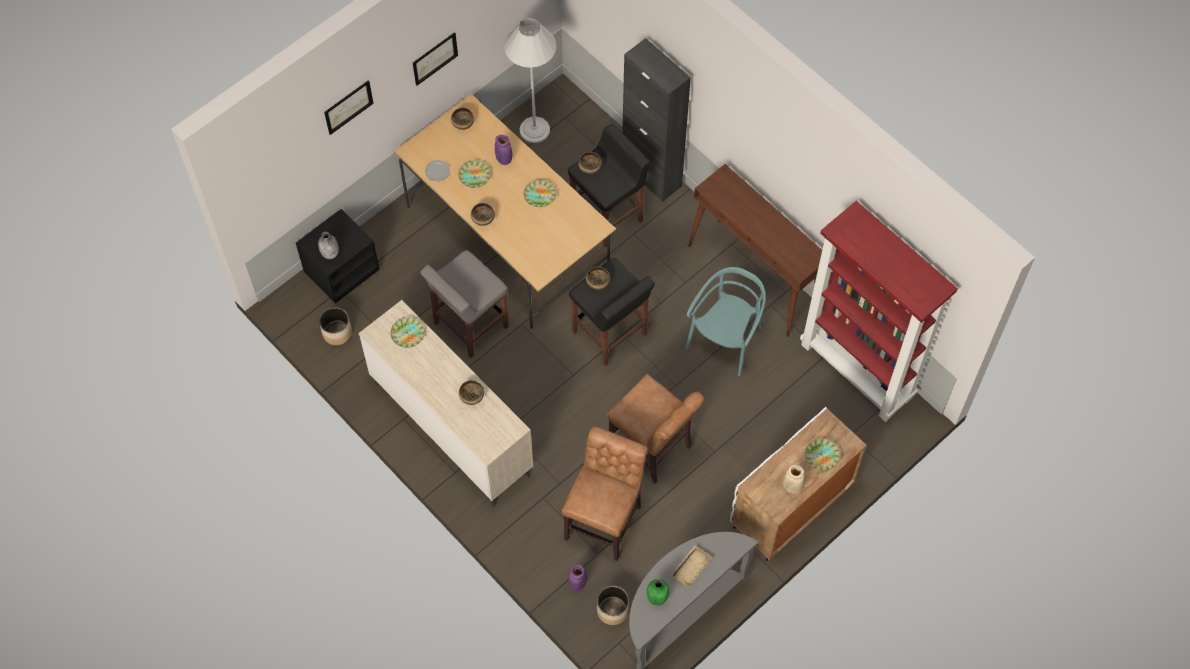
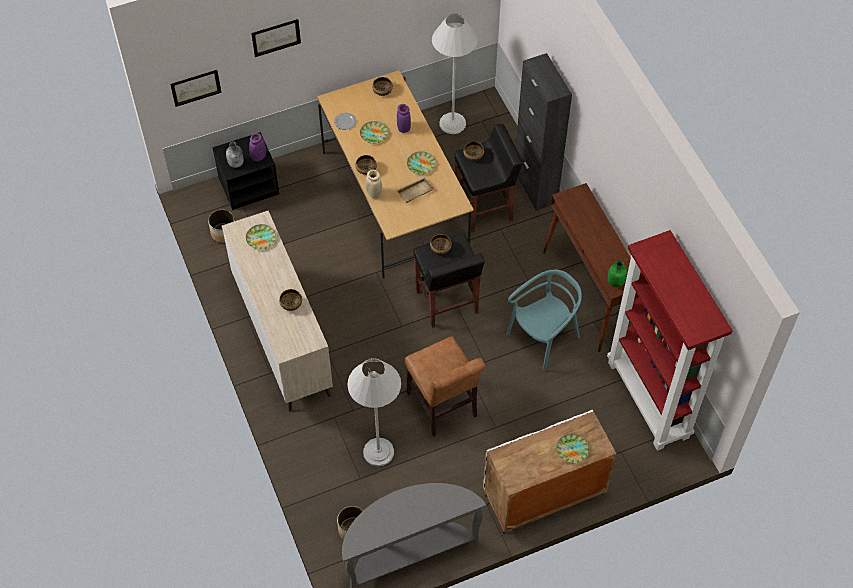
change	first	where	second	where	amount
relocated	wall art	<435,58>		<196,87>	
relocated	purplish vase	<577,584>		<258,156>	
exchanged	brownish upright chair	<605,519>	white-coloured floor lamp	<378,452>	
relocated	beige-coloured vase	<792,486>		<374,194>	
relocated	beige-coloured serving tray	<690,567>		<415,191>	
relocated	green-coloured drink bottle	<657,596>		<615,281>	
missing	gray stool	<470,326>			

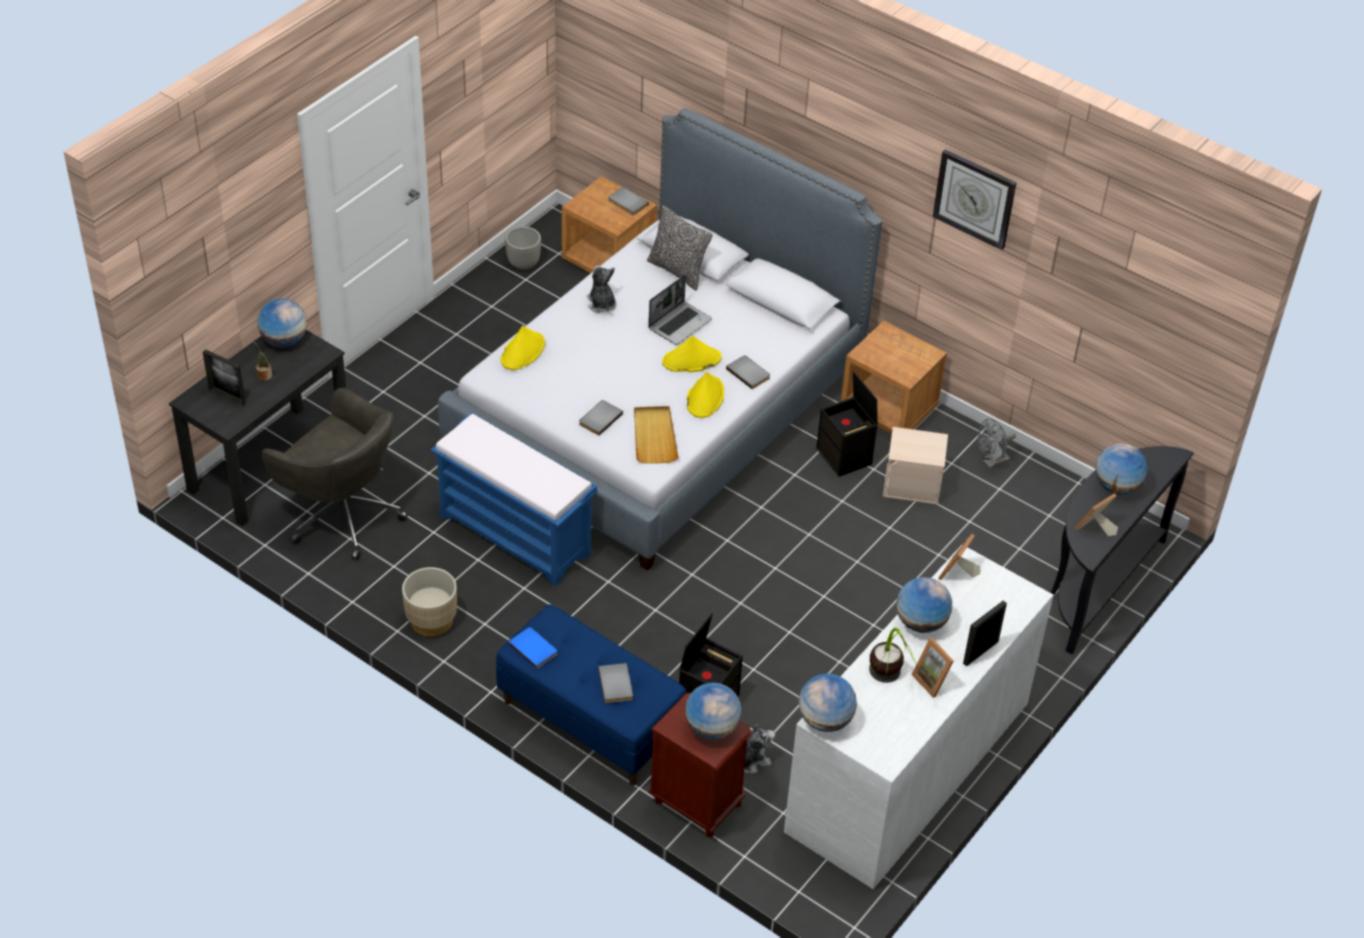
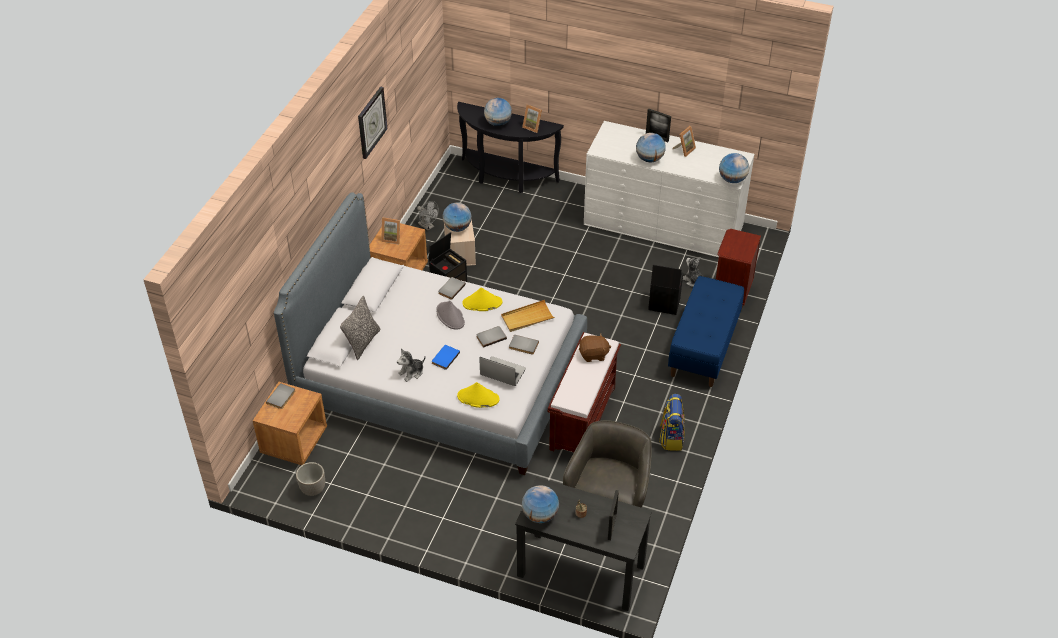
change	first	where	second	where	amount
relocated	picture frame	<957,573>		<392,238>	
relocated	blue-coloured book	<534,648>		<444,357>	
colour	yellow-coloured clothing hat	<691,360>	gray clothing hat	<450,316>	
relocated	globe	<712,728>		<457,228>	
relocated	gray book	<617,684>		<490,337>	
relocated	laptop	<679,323>		<502,372>	
colour	blue-coloured indoor bench	<516,535>	brownish indoor bench	<582,417>	
appeared			brownish cuddly toy	<593,355>	
exchanged	beige-coloured flower pot	<431,620>	knapsack	<671,437>	
missing	plant in a pot	<886,685>			

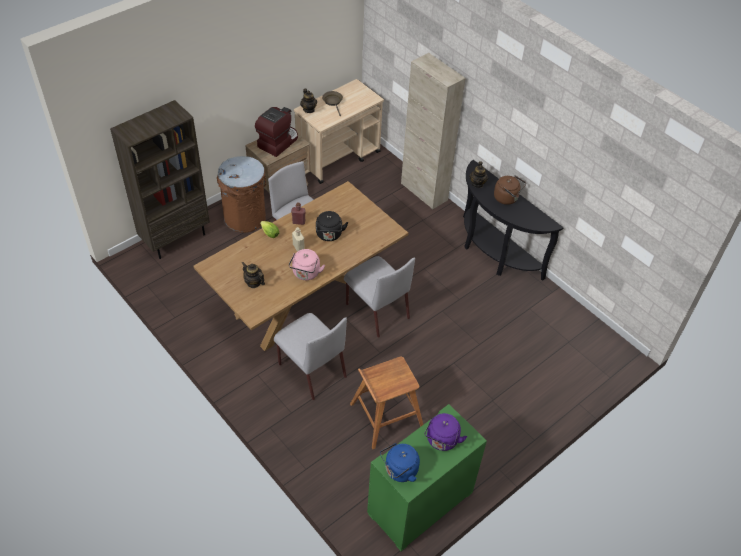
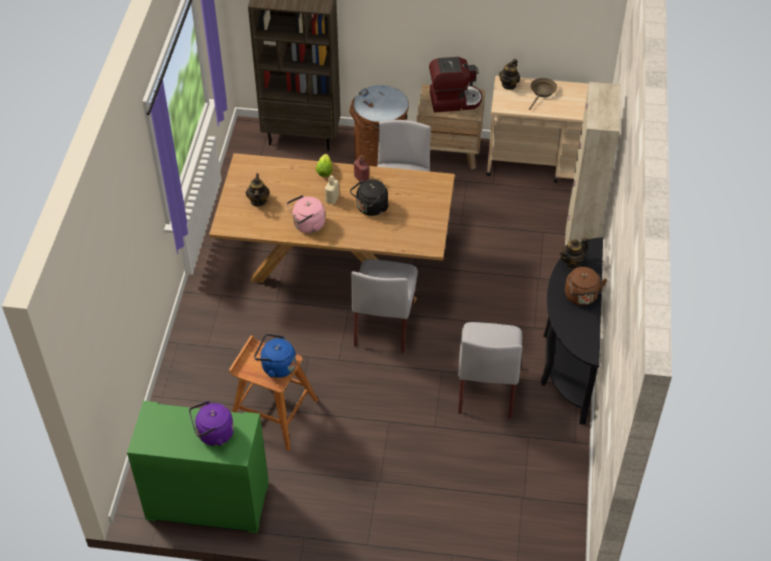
change	first	where	second	where	amount
relocated	blue-coloured kettle	<399,471>		<276,366>	
relocated	gray upright chair	<311,369>		<486,387>	

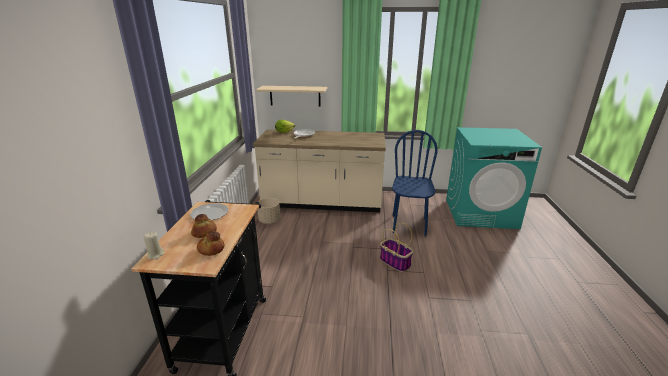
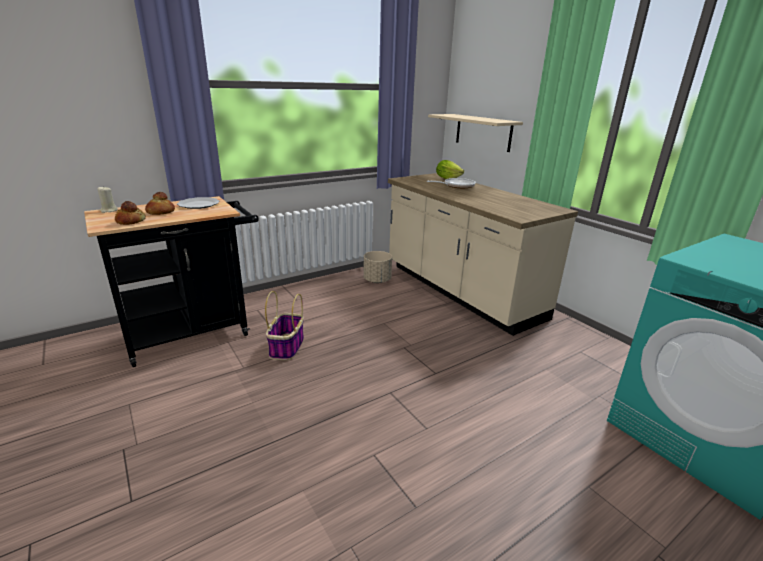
change	first	where	second	where	amount
relocated	household basket	<395,262>		<287,347>	
missing	blue-coloured upright chair	<409,225>			

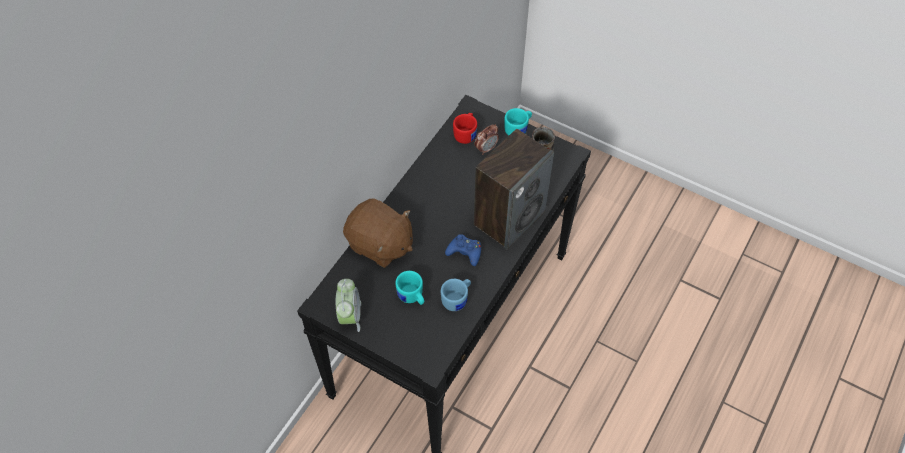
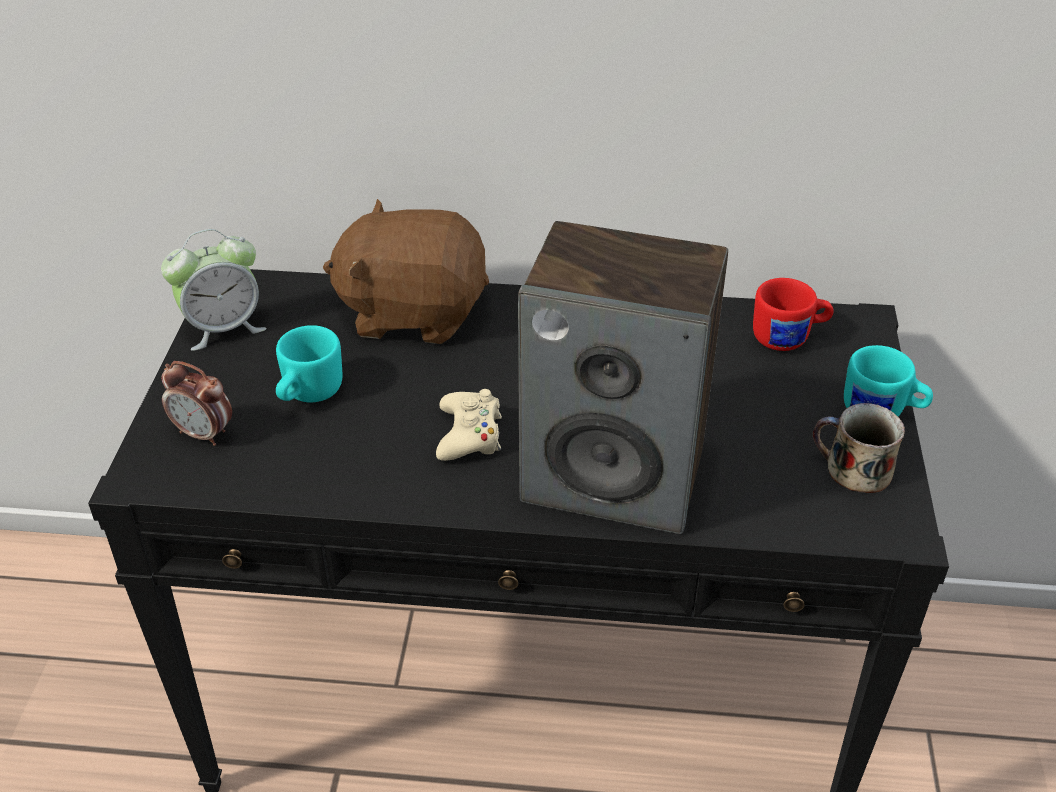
change	first	where	second	where	amount
relocated	table clock	<486,149>		<204,434>	
spun	brownish cuddly toy	<380,245>		<413,312>	90 degrees clockwise
colour	blue-coloured joypad	<465,252>	beige-coloured joypad	<469,435>	
missing	blue-coloured tea mug	<457,299>			

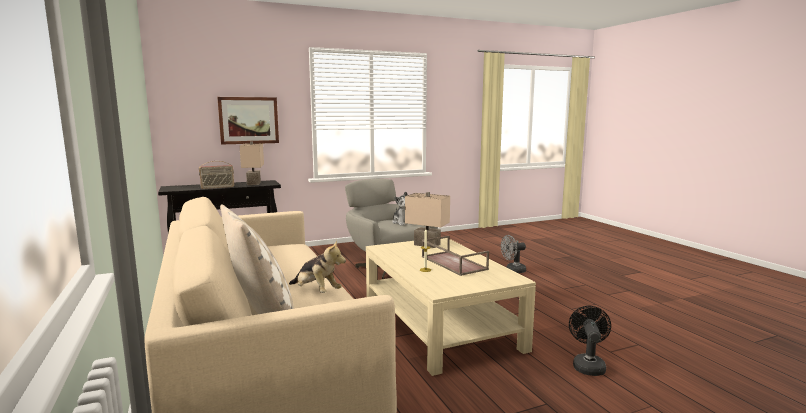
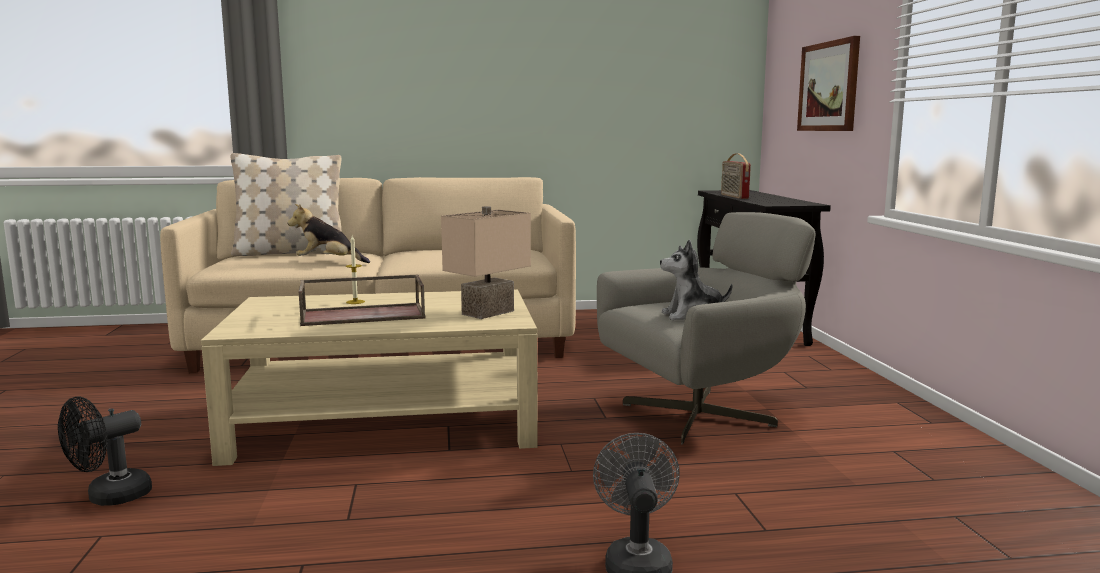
change	first	where	second	where	amount
spun	black fan	<587,365>		<110,497>	105 degrees clockwise
spun	cuddly toy	<316,291>		<328,262>	45 degrees clockwise
missing	beige-coloured table lamp	<253,183>			

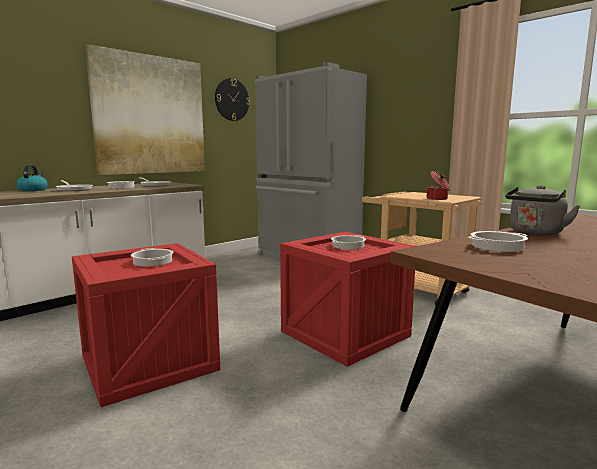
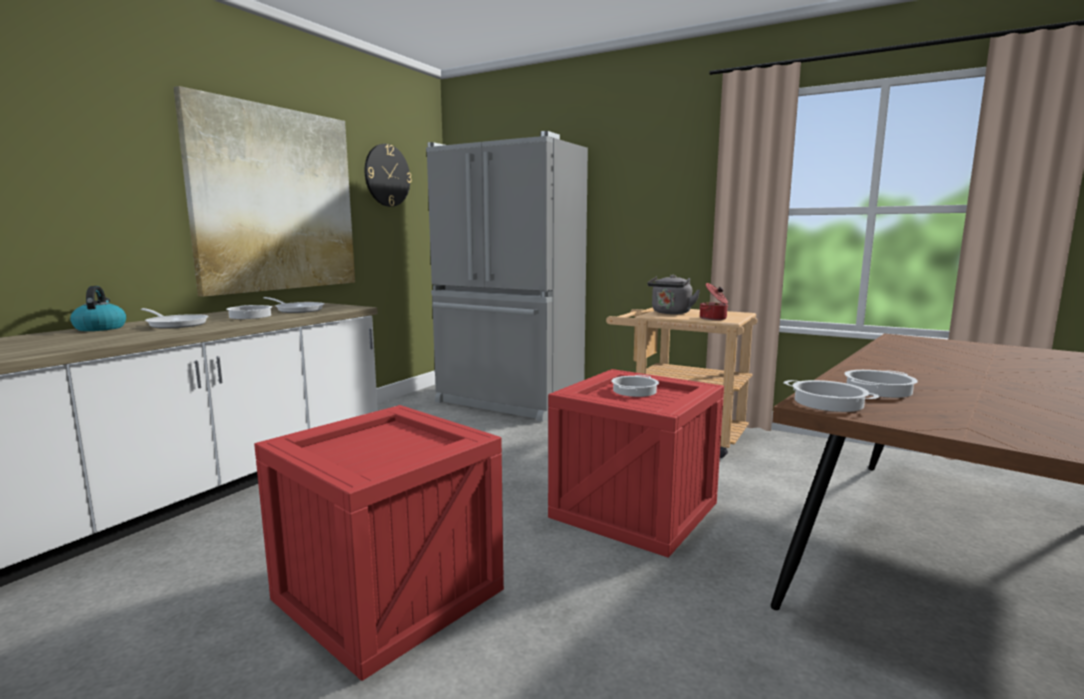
change	first	where	second	where	amount
relocated	gray kettle	<535,233>		<670,313>	
relocated	cooking pot	<153,261>		<829,402>	

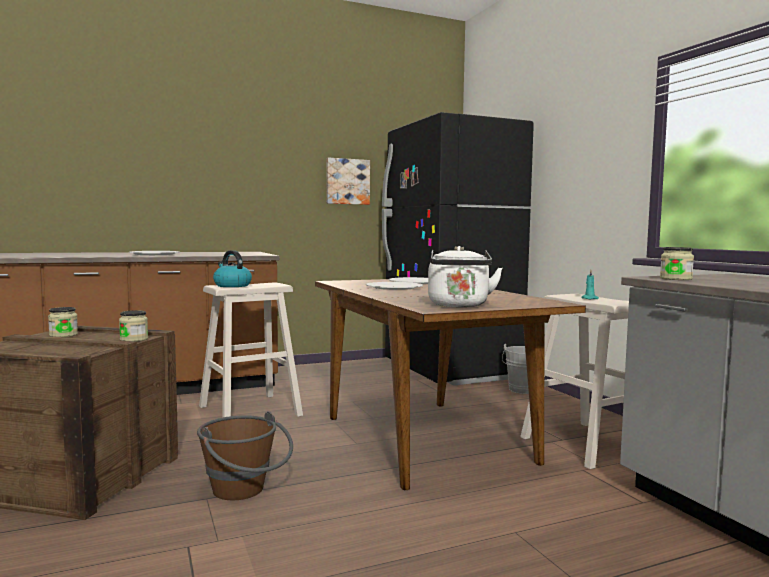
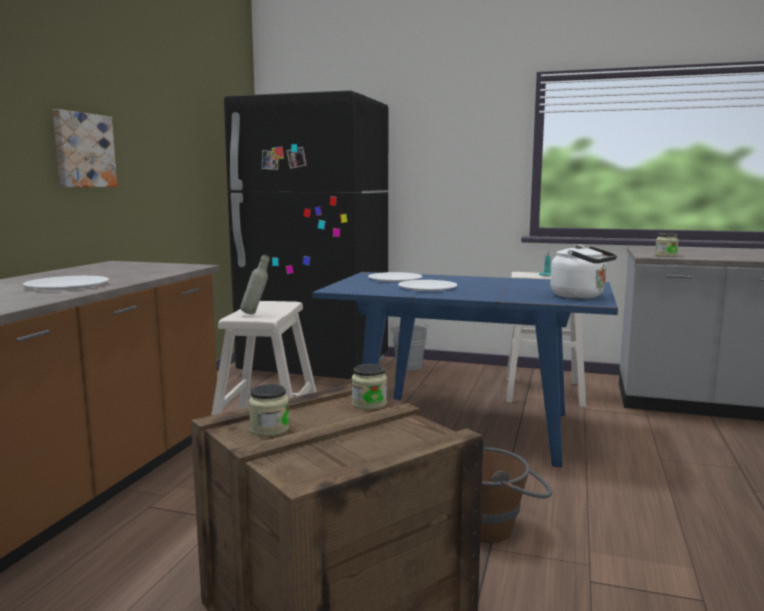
change	first	where	second	where	amount
relocated	wall art	<347,181>		<83,150>	
exchanged	kettle	<232,285>	gray drink bottle	<256,314>	
colour	brownish kitchen table	<424,438>	blue-coloured kitchen table	<464,427>	

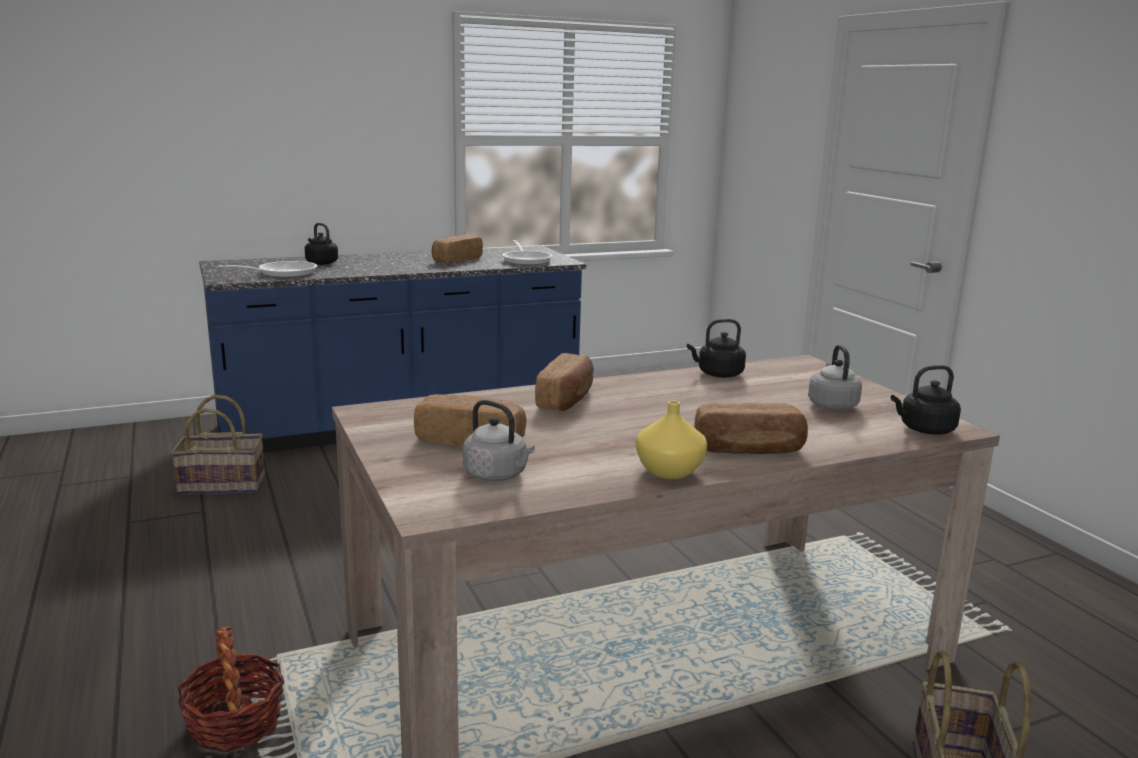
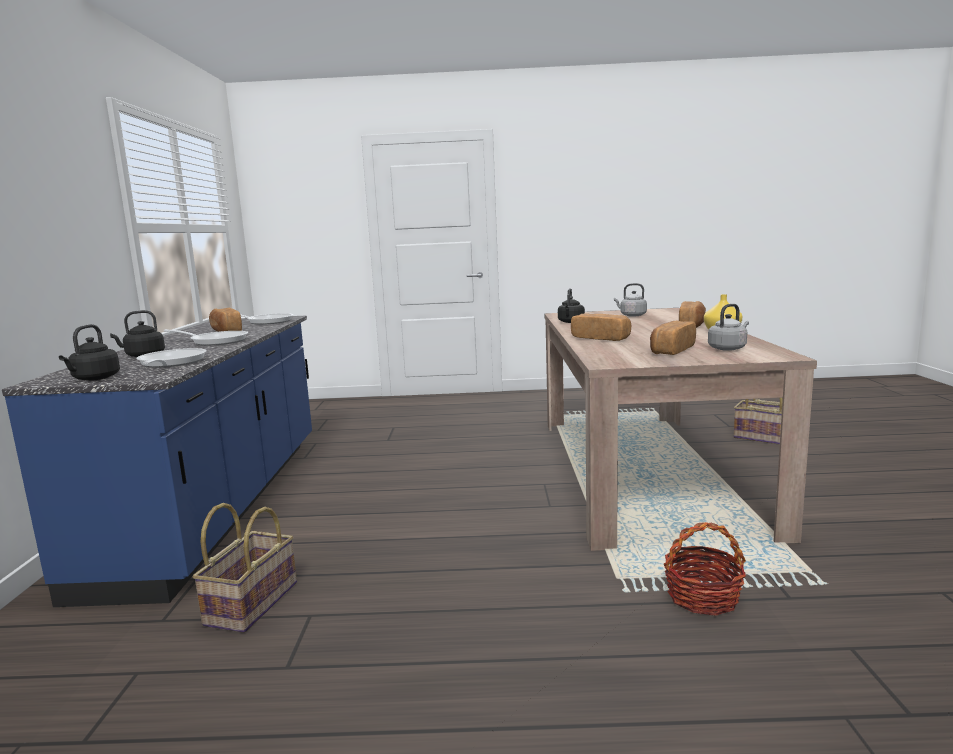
change	first	where	second	where	amount
relocated	black kettle	<924,430>		<94,379>	
appeared			pan	<215,341>	

